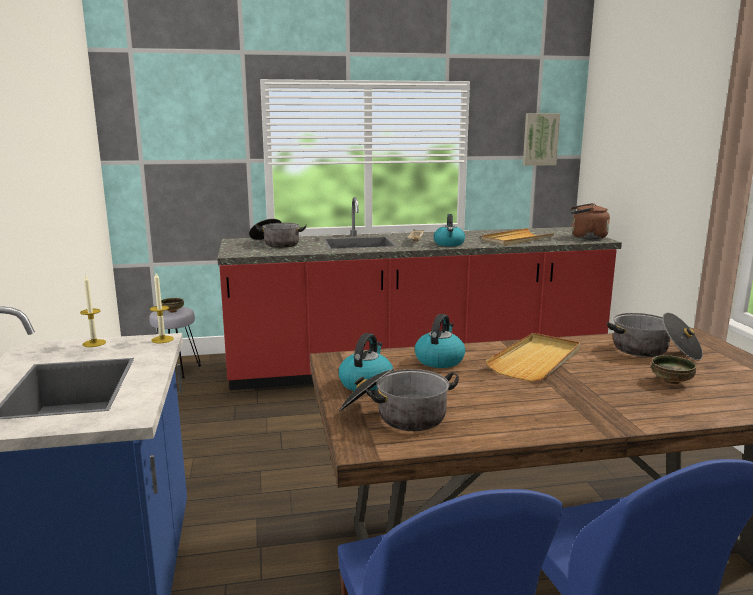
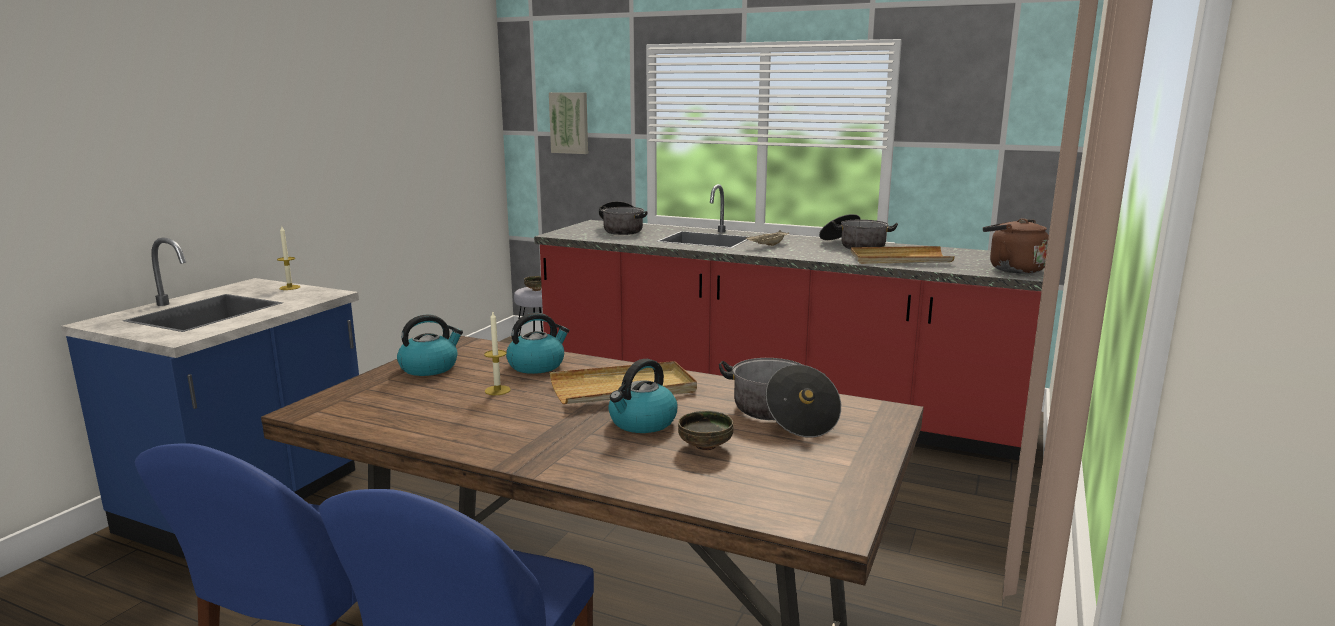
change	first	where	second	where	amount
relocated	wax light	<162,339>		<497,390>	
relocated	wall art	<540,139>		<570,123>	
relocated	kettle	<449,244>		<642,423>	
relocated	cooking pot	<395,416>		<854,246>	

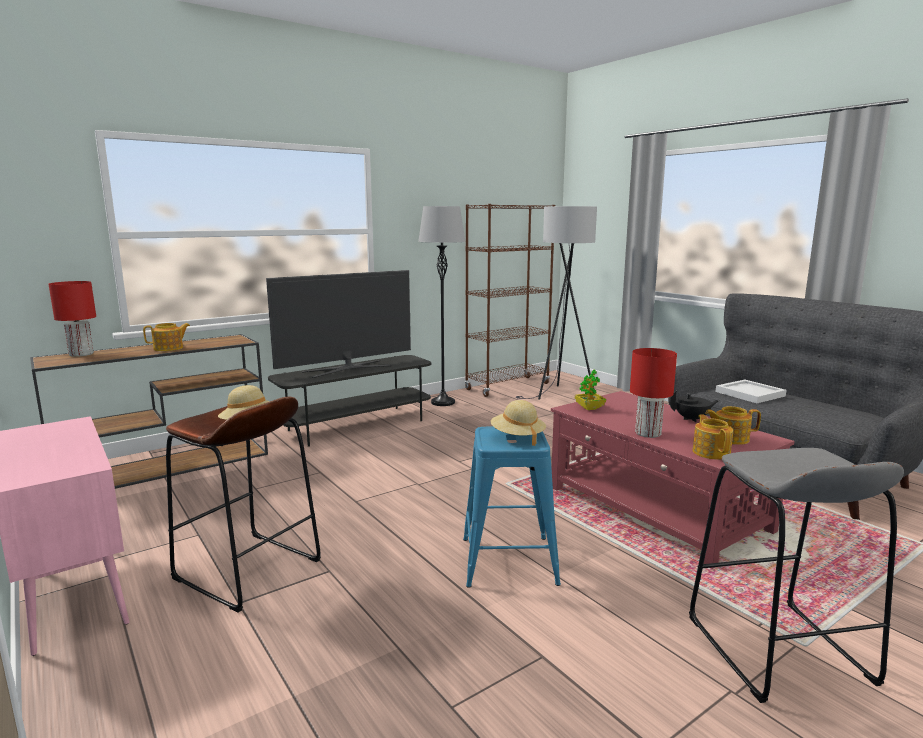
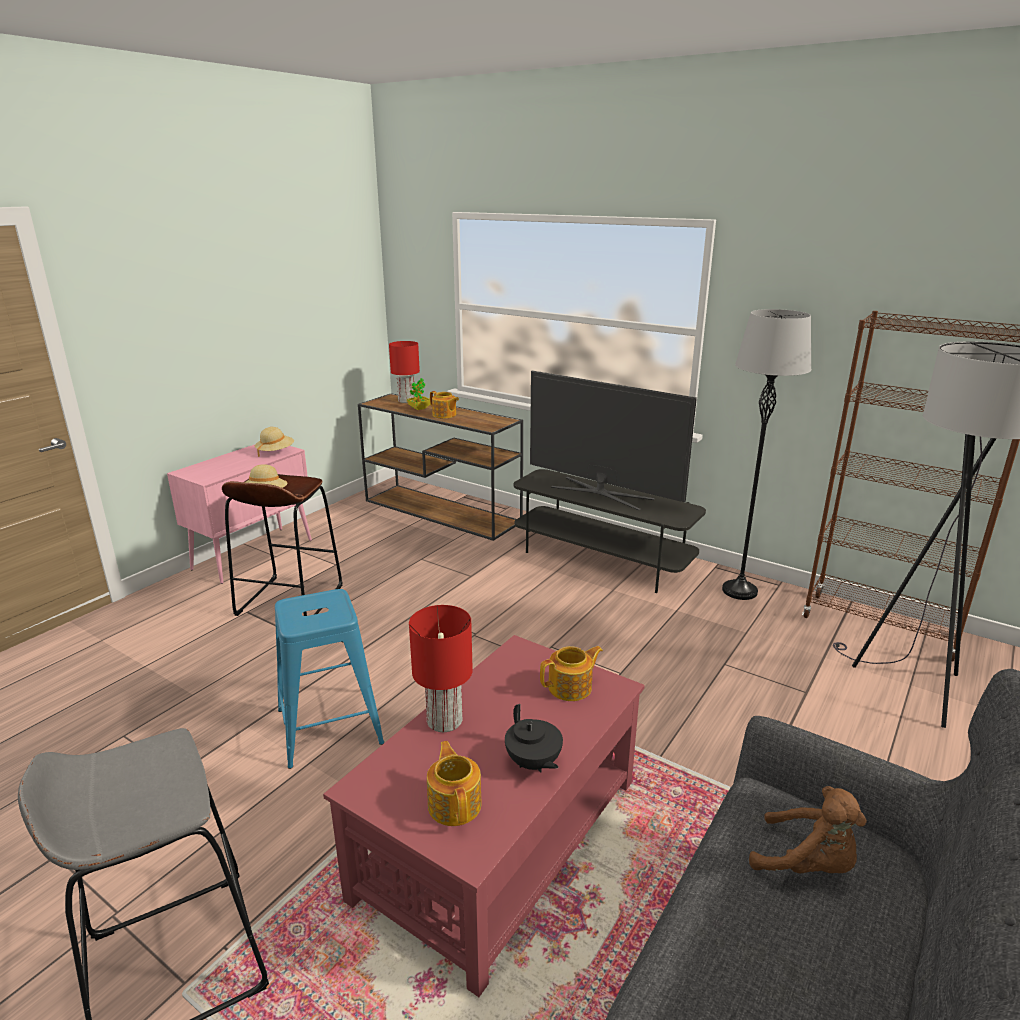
change	first	where	second	where	amount
relocated	beige-coloured clothing hat	<517,437>		<275,452>	
relocated	plant in a pot	<589,408>		<419,408>	
relocated	pot for tea	<711,452>		<571,687>	
exchanged	white-coloured serving tray	<751,394>	brownish cuddly toy	<807,864>	

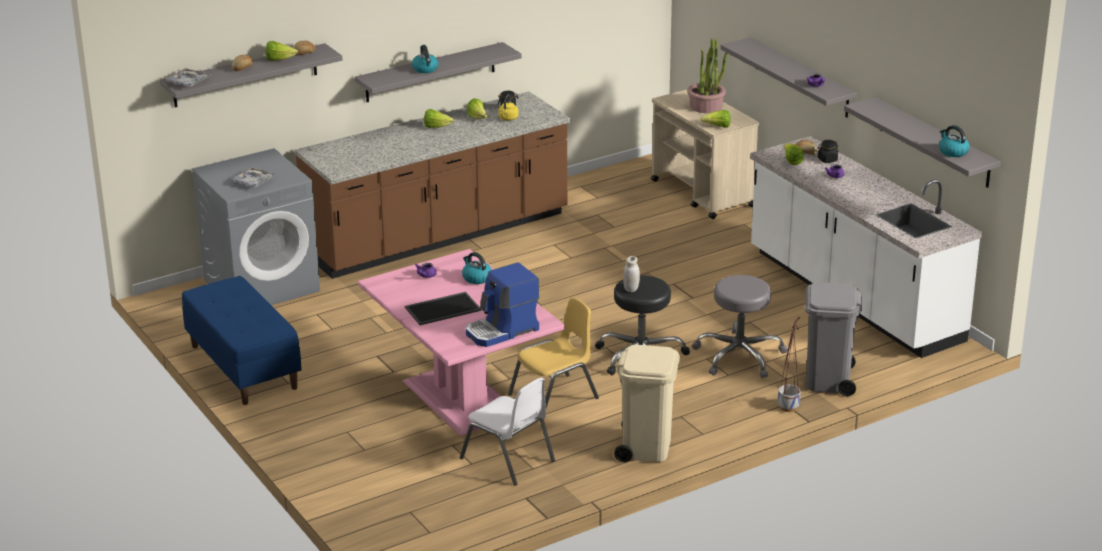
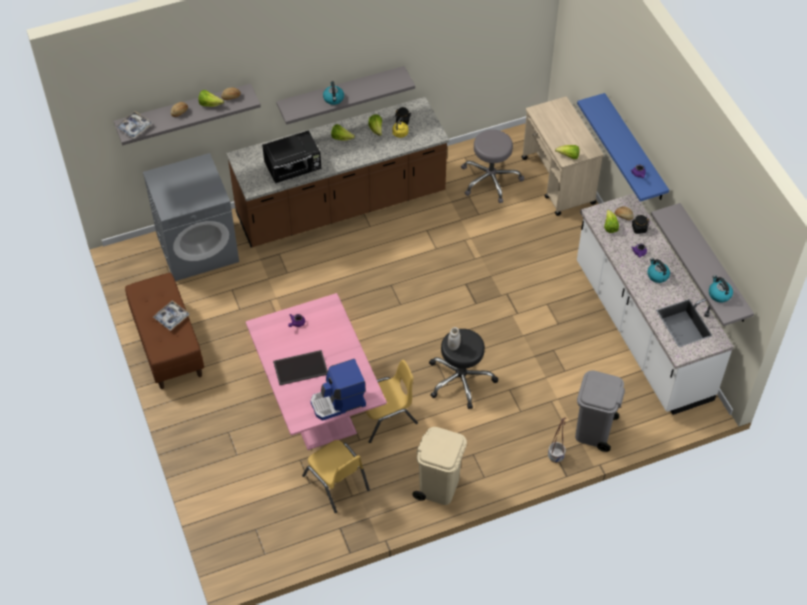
change	first	where	second	where	amount
colour	blue-coloured indoor bench	<242,367>	brownish indoor bench	<167,344>	
relocated	serving tray	<253,181>		<171,318>	
appeared			black kitchen microwave	<294,168>	
colour	white-coloured upright chair	<508,460>	yellow-coloured upright chair	<336,483>	
relocated	gray stool	<738,356>		<490,179>	
colour	gray bracket shelf	<801,78>	blue-coloured bracket shelf	<634,148>	
relocated	kettle	<476,278>		<657,275>	
missing	plant in a pot	<706,106>			

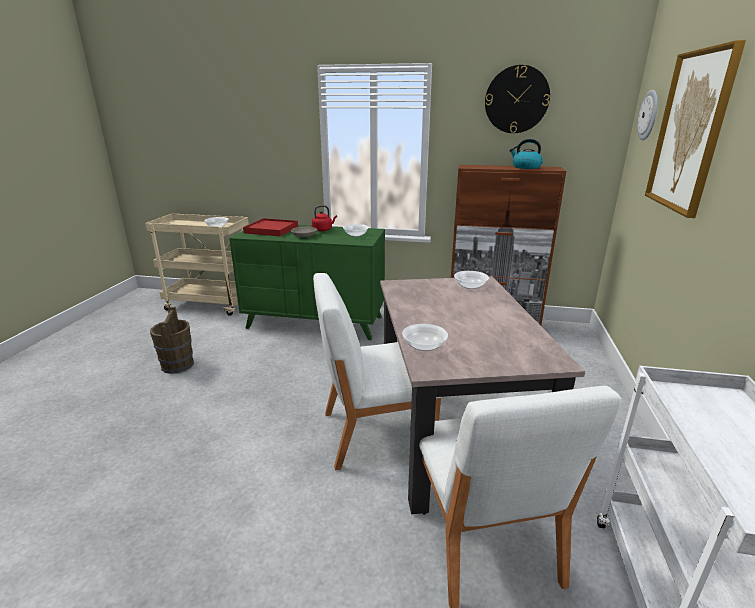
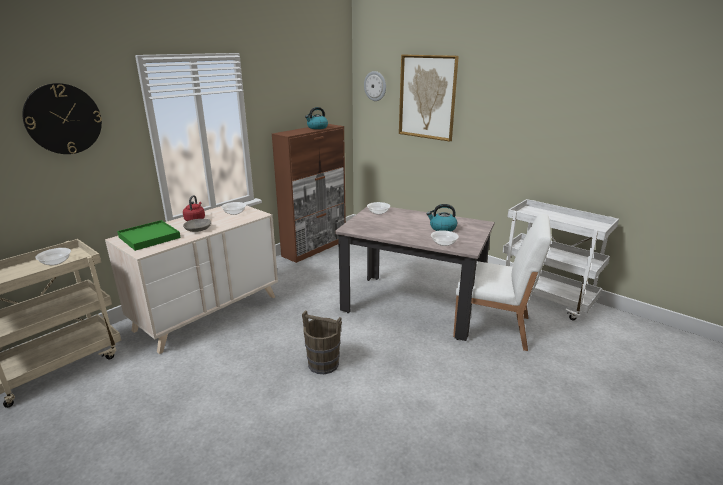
change	first	where	second	where	amount
relocated	clock on the wall	<516,100>		<63,119>	
colour	green-coloured dresser	<315,322>	beige-coloured dresser	<208,312>	
colour	red serving tray	<271,230>	green-coloured serving tray	<149,237>	
relocated	brownish bucket	<177,365>		<323,364>	
appeared			kettle	<442,228>	
missing	white-coloured upright chair	<375,432>			

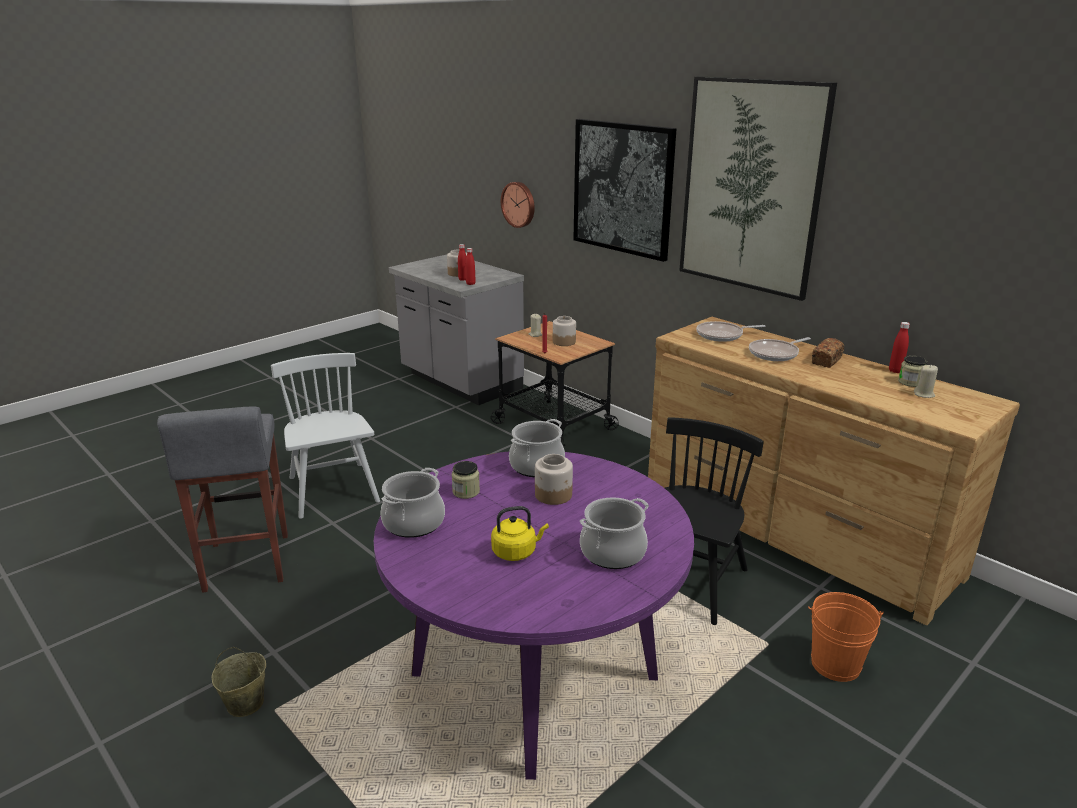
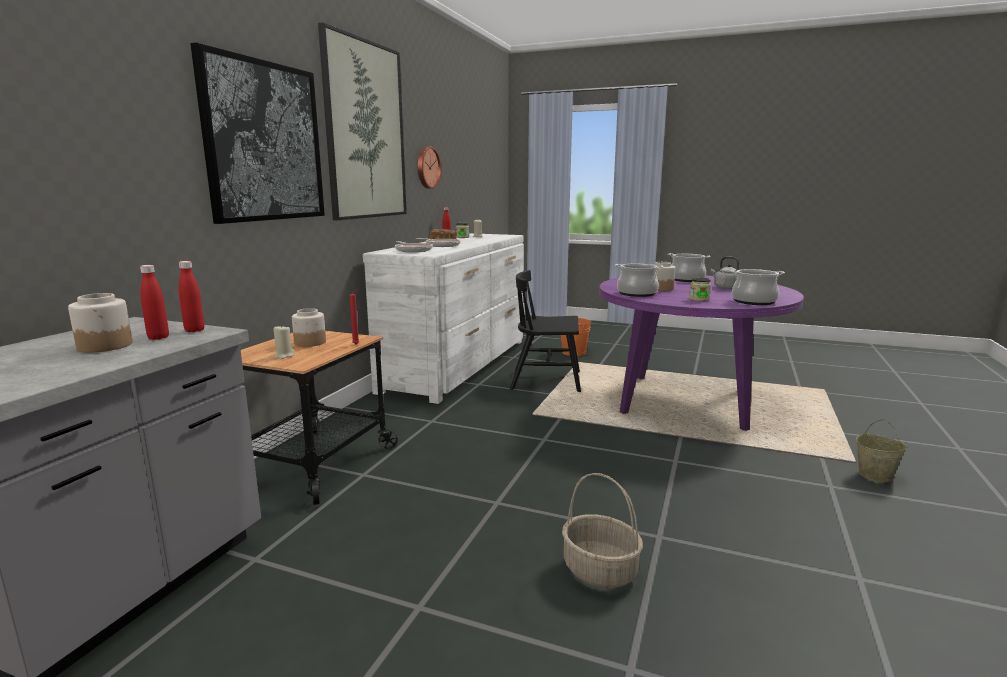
change	first	where	second	where	amount
colour	brownish dresser	<793,531>	white-coloured dresser	<459,364>	
relocated	clock on the wall	<519,204>		<427,167>	
exchanged	white-coloured upright chair	<333,490>	household basket	<599,570>	
colour	yellow-coloured kettle	<516,552>	gray kettle	<725,288>	
missing	gray stool	<245,563>			

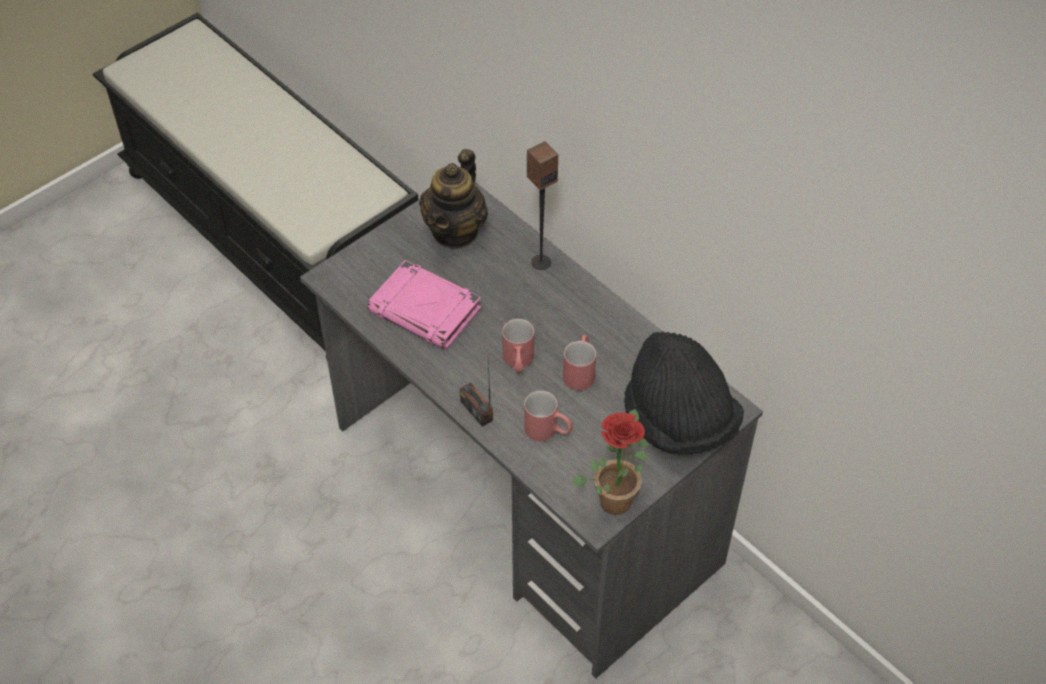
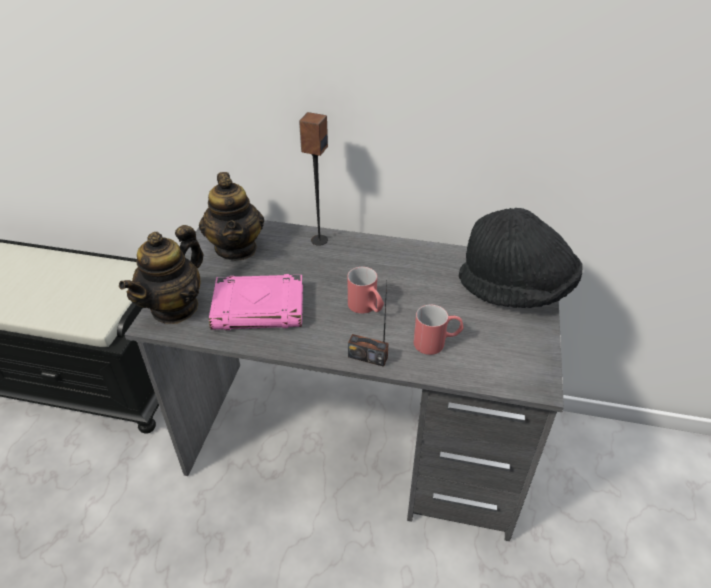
change	first	where	second	where	amount
appeared			pot for tea	<175,307>	
missing	red tea mug	<580,371>			
missing	plant in a pot	<615,495>			

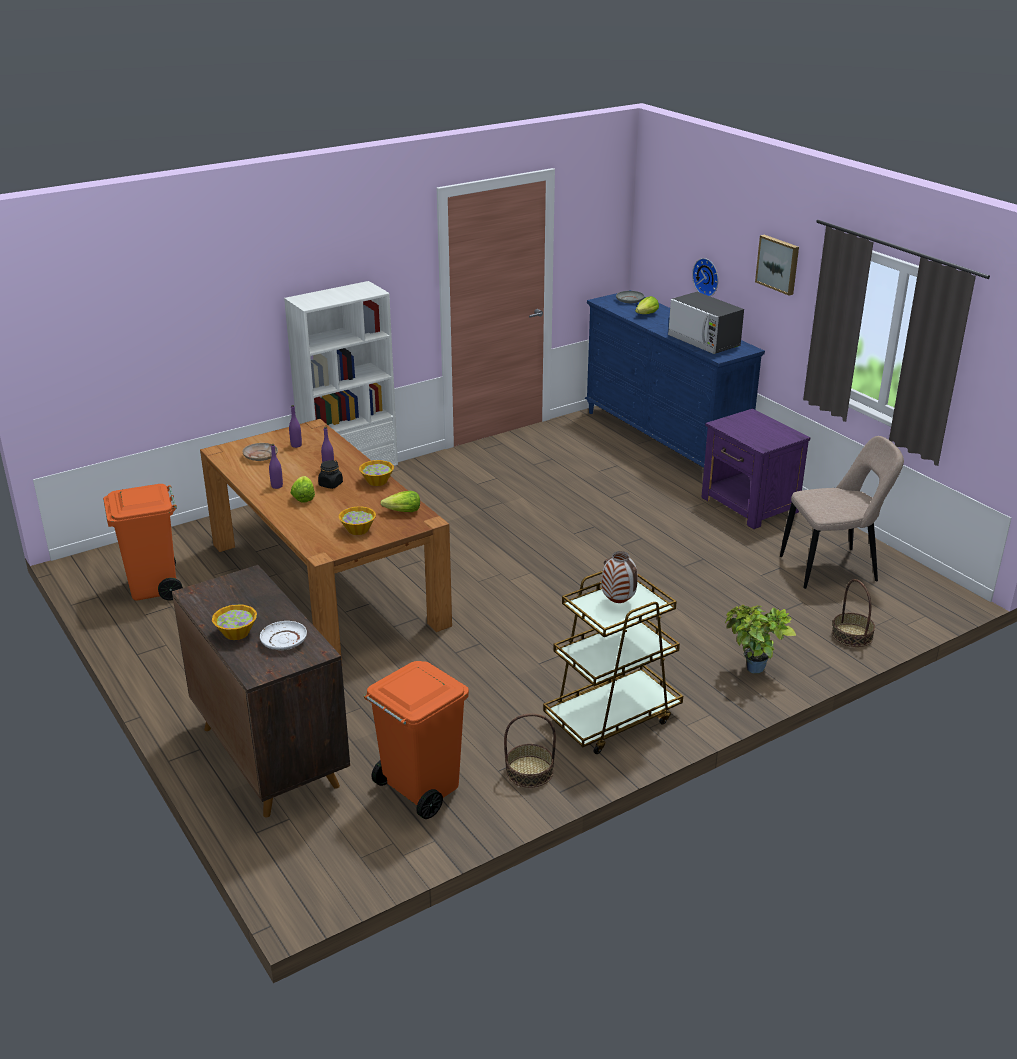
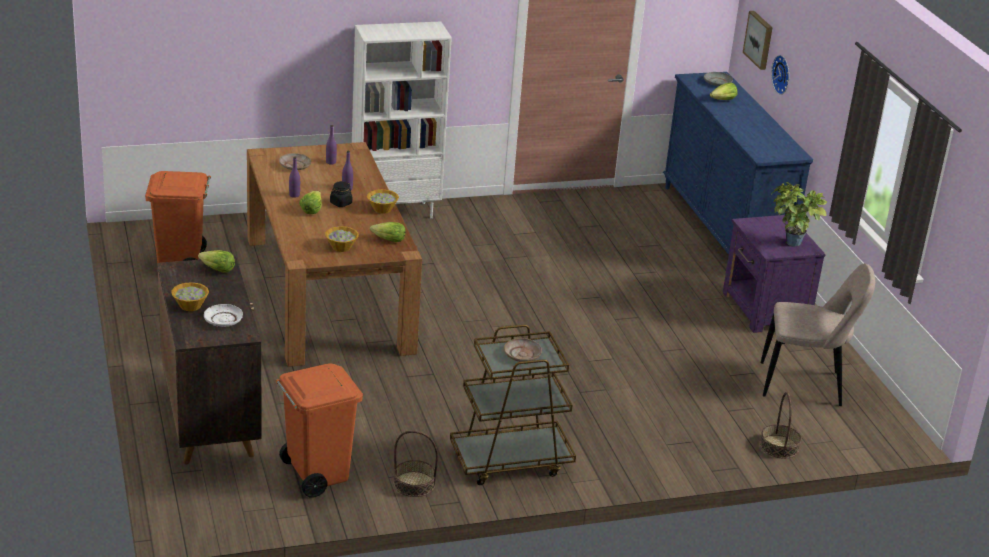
change	first	where	second	where	amount
appeared			lettuce	<217,269>	
exchanged	vase	<618,602>	beige-coloured plate	<522,355>	
relocated	wall art	<778,264>		<759,40>	
relocated	plant in a pot	<752,671>		<789,244>	
missing	kitchen microwave	<704,341>			

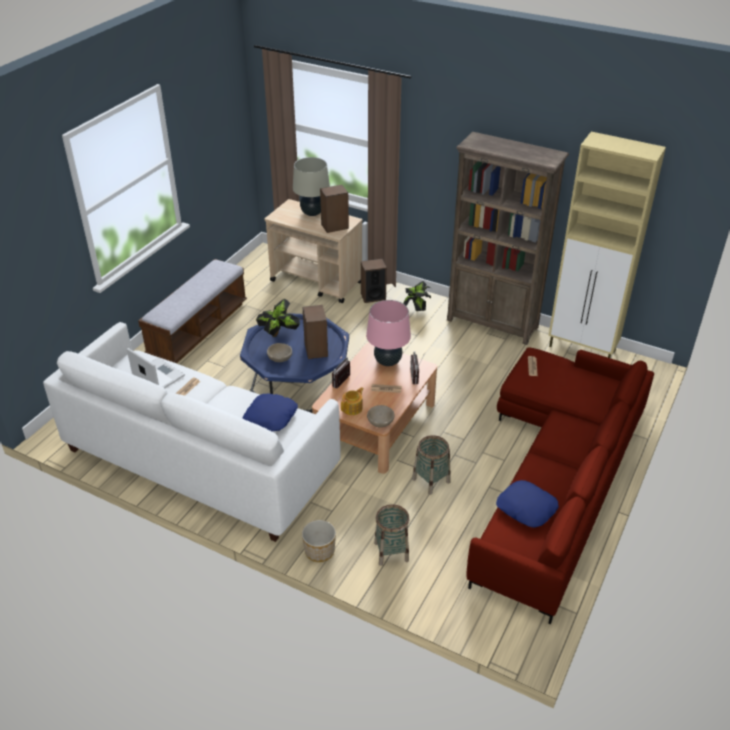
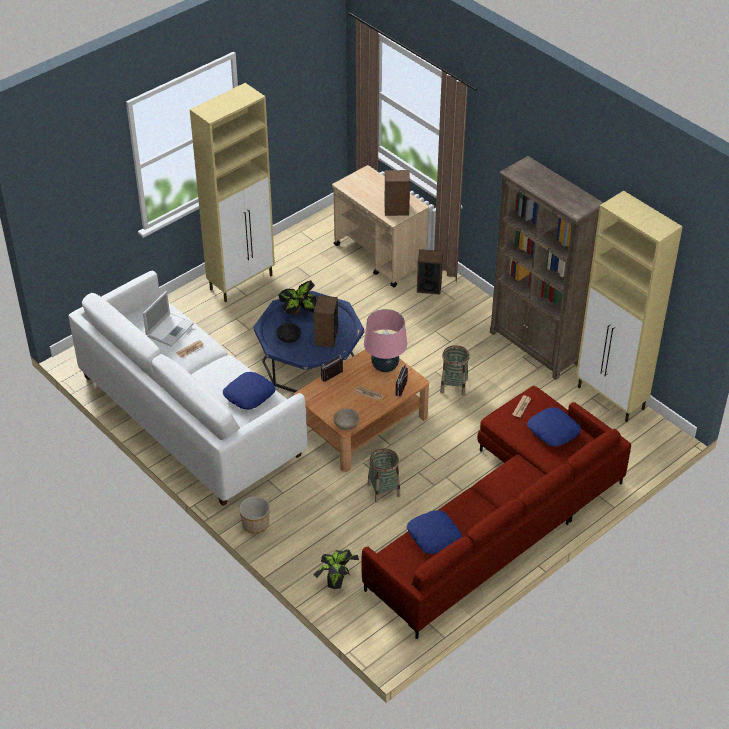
change	first	where	second	where	amount
spun	laptop	<157,375>		<170,329>	60 degrees clockwise
exchanged	indoor bench	<198,328>	beige-coloured storage cabinet	<242,282>	
colour	beige-coloured serving bowl	<280,359>	black serving bowl	<288,339>	
relocated	plant in a pot	<416,310>		<337,580>	
relocated	household basket	<391,552>		<454,385>	
appeared			blue-coloured pillow	<553,431>	
missing	beige-coloured table lamp	<312,213>			
missing	pot for tea	<352,408>			

